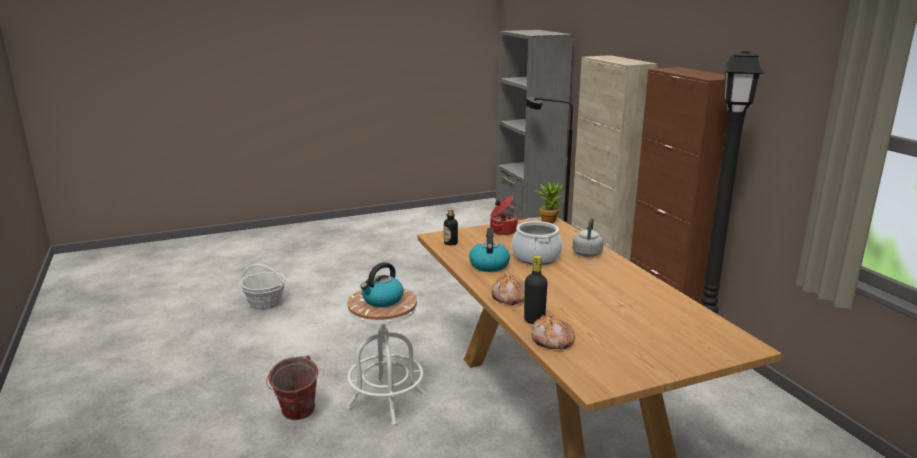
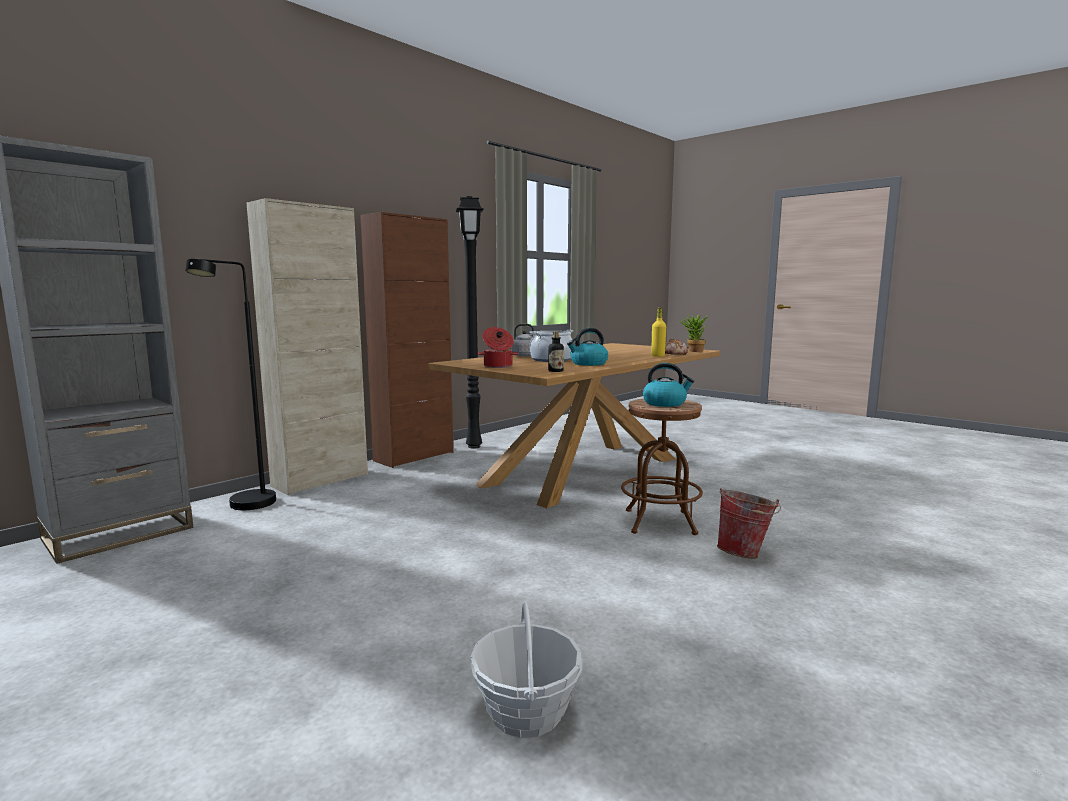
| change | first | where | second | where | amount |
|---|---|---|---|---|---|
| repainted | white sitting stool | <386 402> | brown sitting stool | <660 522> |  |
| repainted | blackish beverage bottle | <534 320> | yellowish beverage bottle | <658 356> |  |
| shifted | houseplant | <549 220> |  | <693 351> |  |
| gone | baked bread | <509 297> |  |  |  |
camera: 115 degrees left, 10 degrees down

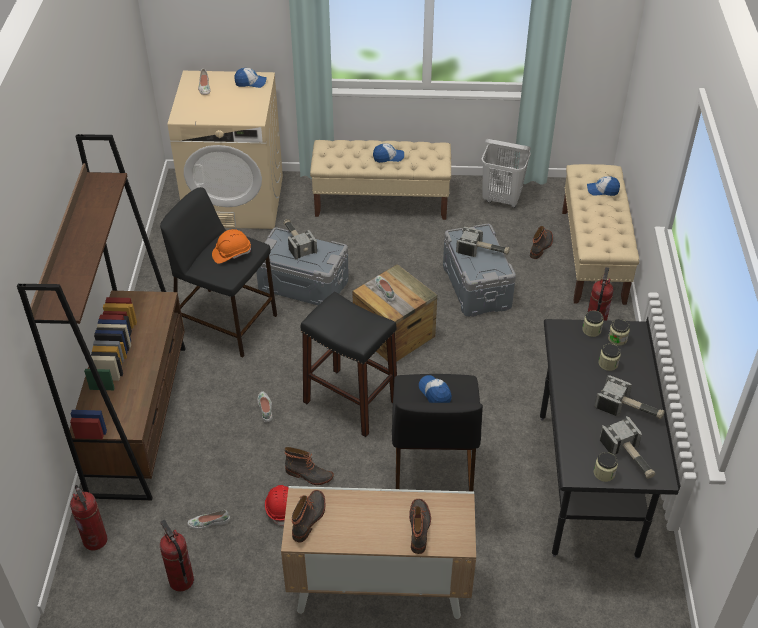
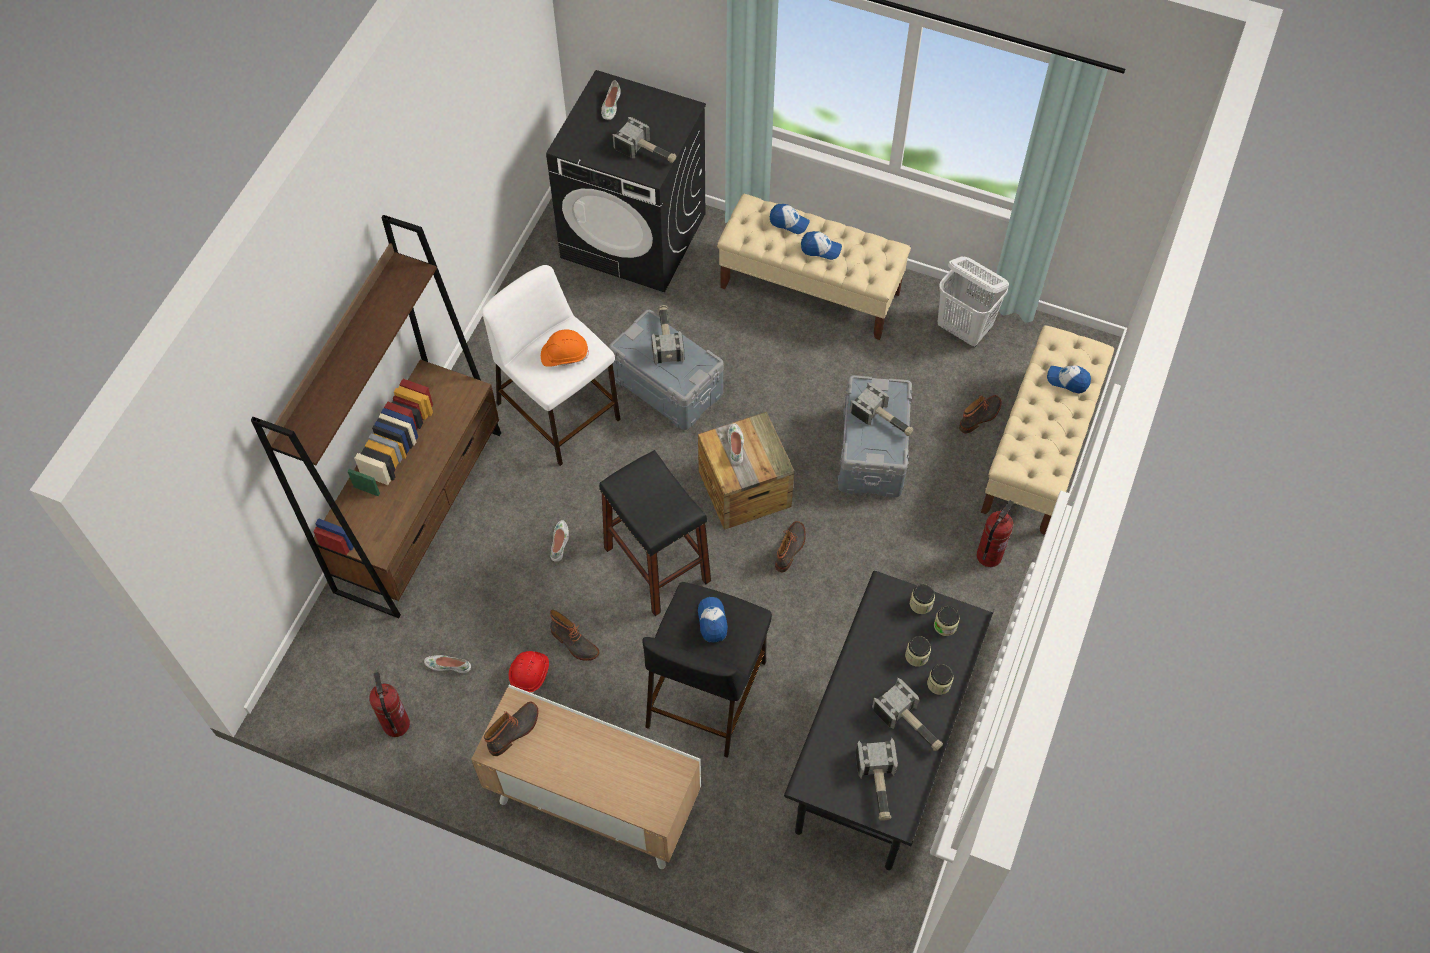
| change | first | where | second | where | amount |
|---|---|---|---|---|---|
| repainted | blackish sitting stool | <227 322> | white sitting stool | <559 412> |  |
| repainted | beige washing machine | <235 201> | blackish washing machine | <634 236> |  |
| new |  |  | tool hammer | <647 152> |  |
| shifted | cap | <250 82> |  | <789 222> |  |
| shifted | boot | <419 528> |  | <790 549> |  |
| shifted | preserve jar | <604 473> |  | <939 684> |  |
| gone | extinguisher | <96 540> |  |  |  |
camera: 20 degrees right, 15 degrees up

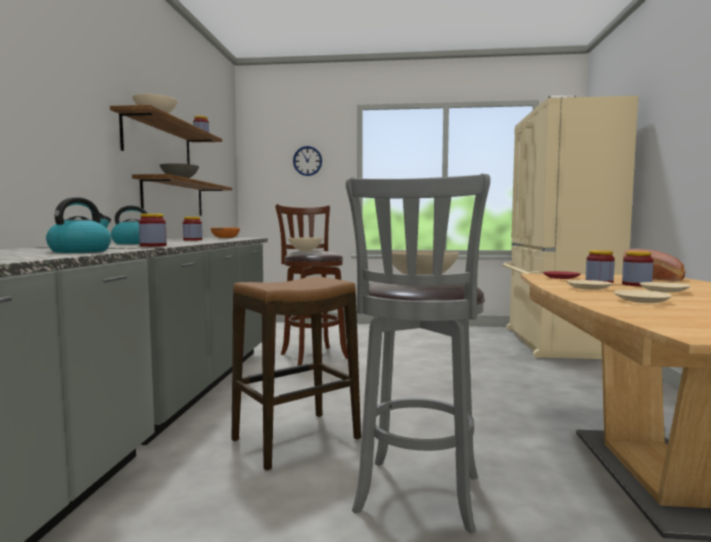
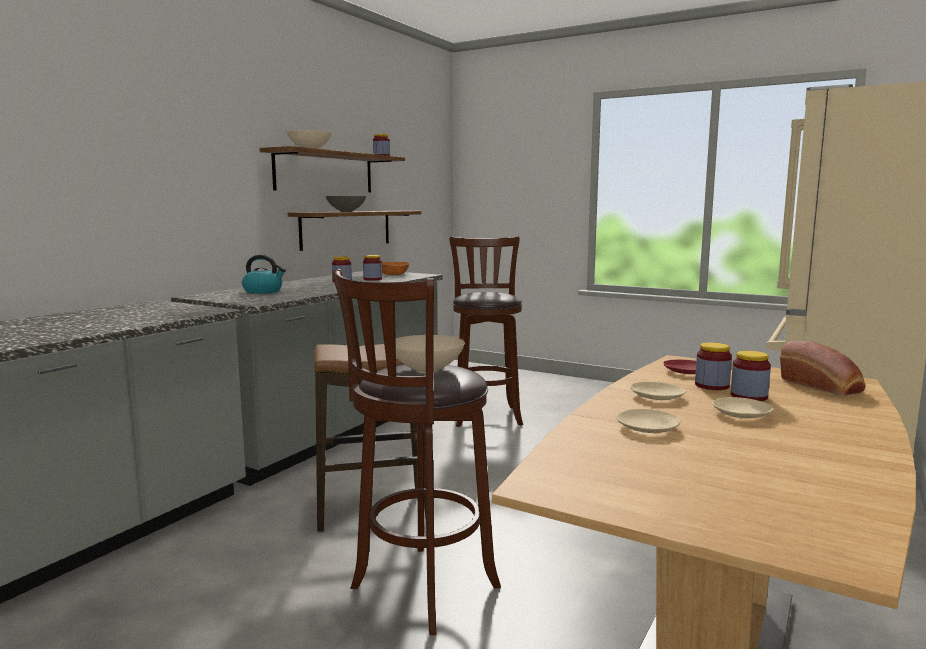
| change | first | where | second | where | amount |
|---|---|---|---|---|---|
| repainted | gray sitting stool | <417 498> | brown sitting stool | <420 590> |  |
| shifted | preserve jar | <153 246> |  | <372 279> |  |
| gone | tea kettle | <81 251> |  |  |  |
| gone | beige deep dish | <305 251> |  |  |  |
| gone | wall clock | <307 161> |  |  |  |
camera: 25 degrees right, 5 degrees up

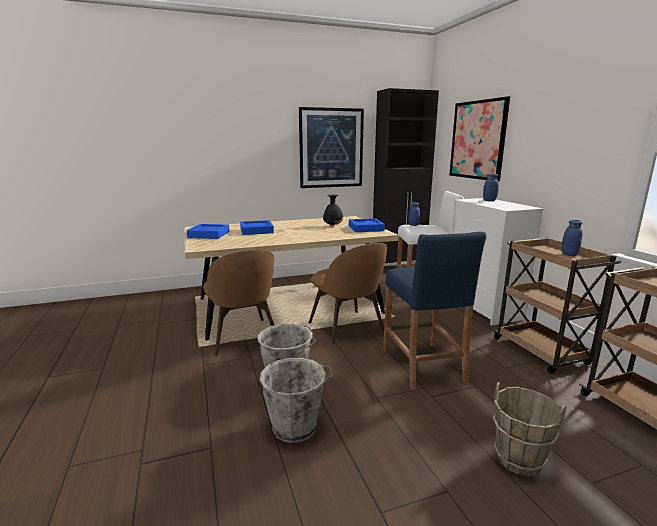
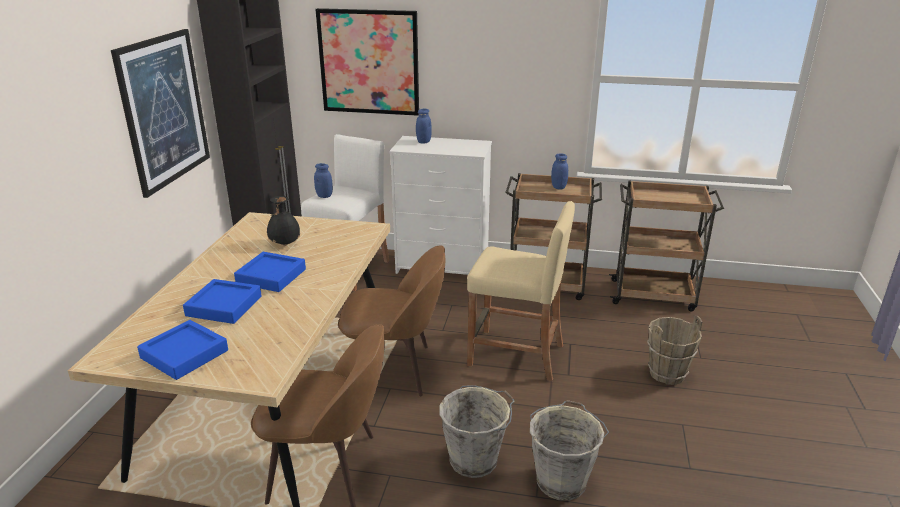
| change | first | where | second | where | amount |
|---|---|---|---|---|---|
| shifted | blue-coloured tray | <366 228> |  | <271 276> |  |
| repainted | blue-coloured sitting stool | <423 365> | beige sitting stool | <516 355> |  |
camera: 60 degrees left, 10 degrees up

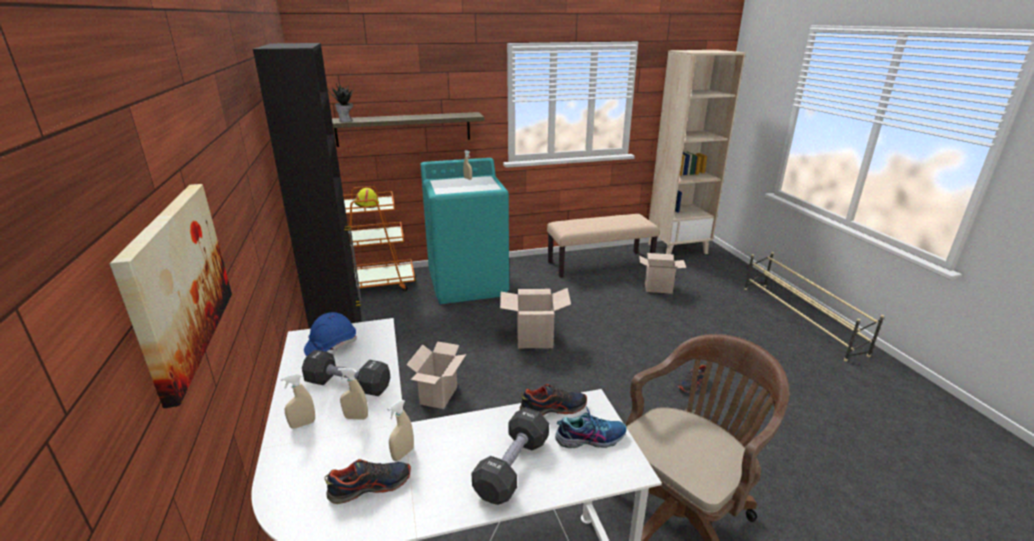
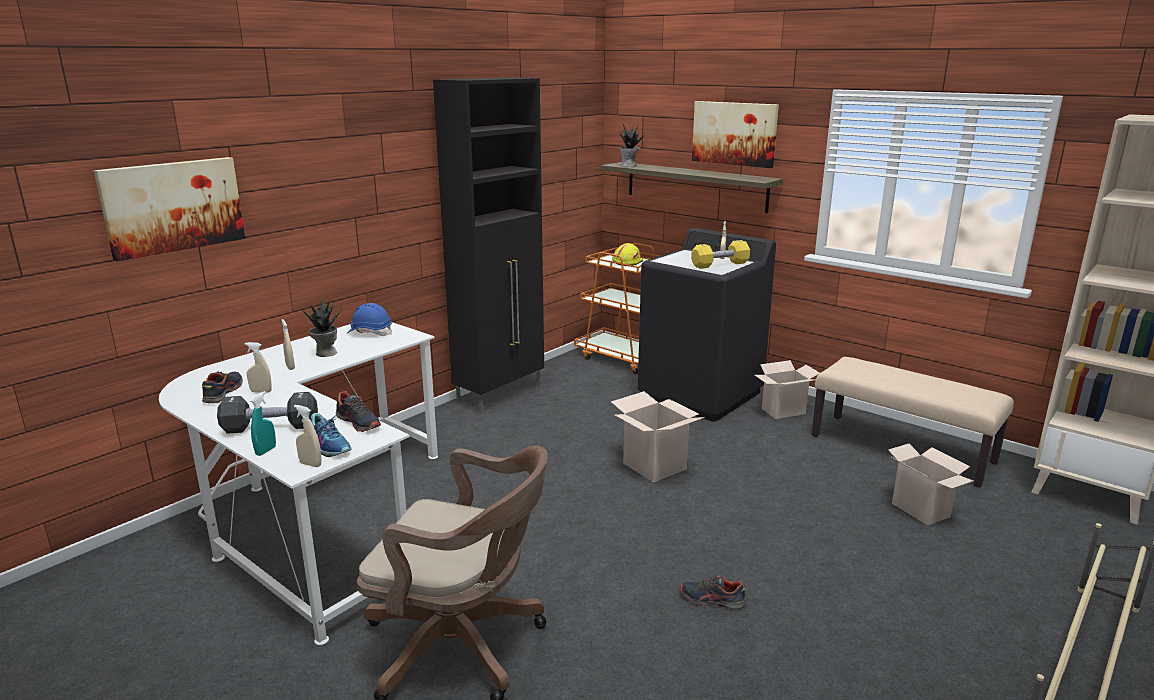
| change | first | where | second | where | amount |
|---|---|---|---|---|---|
| rotated | shoe | <370 486> |  | <222 393> | 120 degrees counterclockwise |
| new |  |  | blue-green hand sprayer | <266 451> |  |
| shifted | beige hand sprayer | <303 424> |  | <310 464> |  |
| swapped | blackish free weight | <348 385> | houseplant | <325 353> |  |
| repainted | blue-green washing machine | <468 284> | blackish washing machine | <700 395> |  |
| new |  |  | yellowish free weight | <720 265> |  |
| new |  |  | wall picture | <734 133> |  |
| shifted | packing box | <439 396> |  | <783 412> |  |
camera: 55 degrees right, 5 degrees down

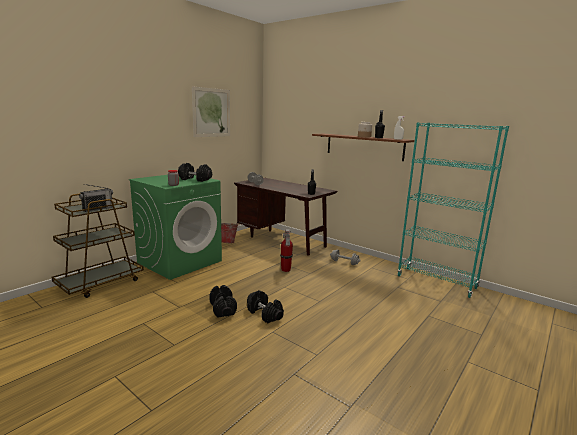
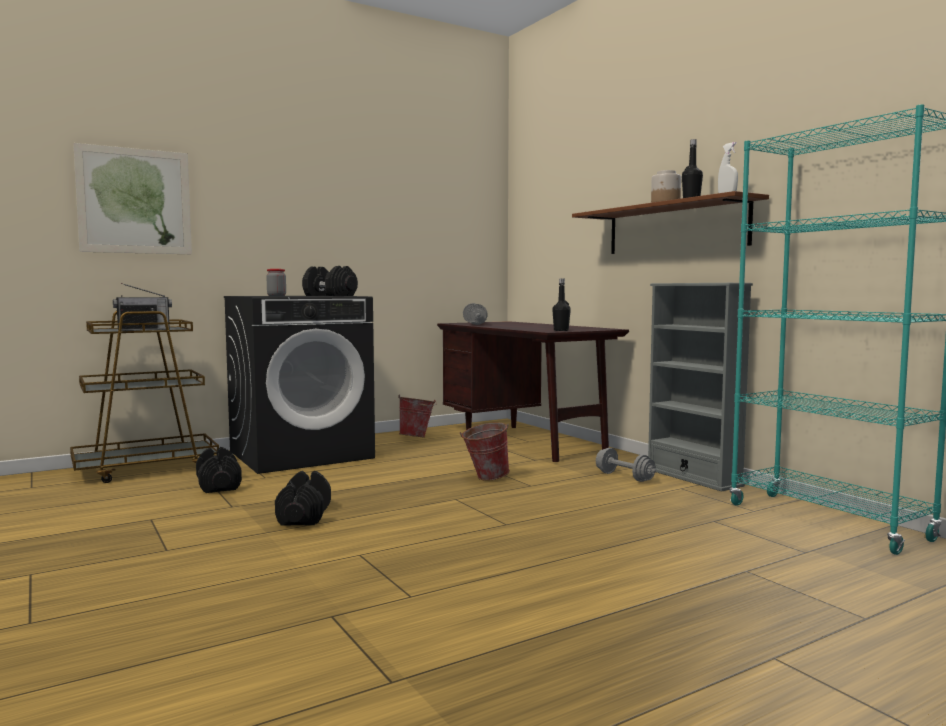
| change | first | where | second | where | amount |
|---|---|---|---|---|---|
| shifted | wall picture | <211 112> |  | <135 201> |  |
| shifted | blackish free weight | <265 314> |  | <219 485> |  |
| repainted | greenish washing machine | <180 261> | blackish washing machine | <301 454> |  |
| swapped | extinguisher | <286 270> | bucket | <485 478> |  |
| new |  |  | gray shelving unit | <693 477> |  |
camera: 20 degrees right, 10 degrees down

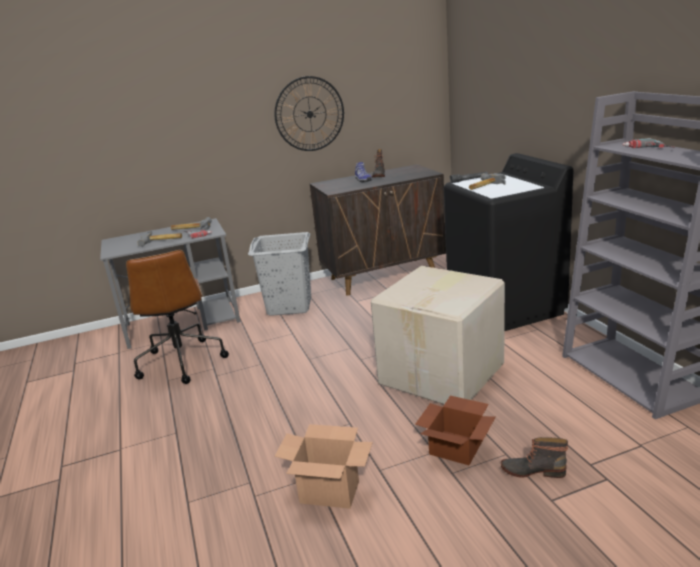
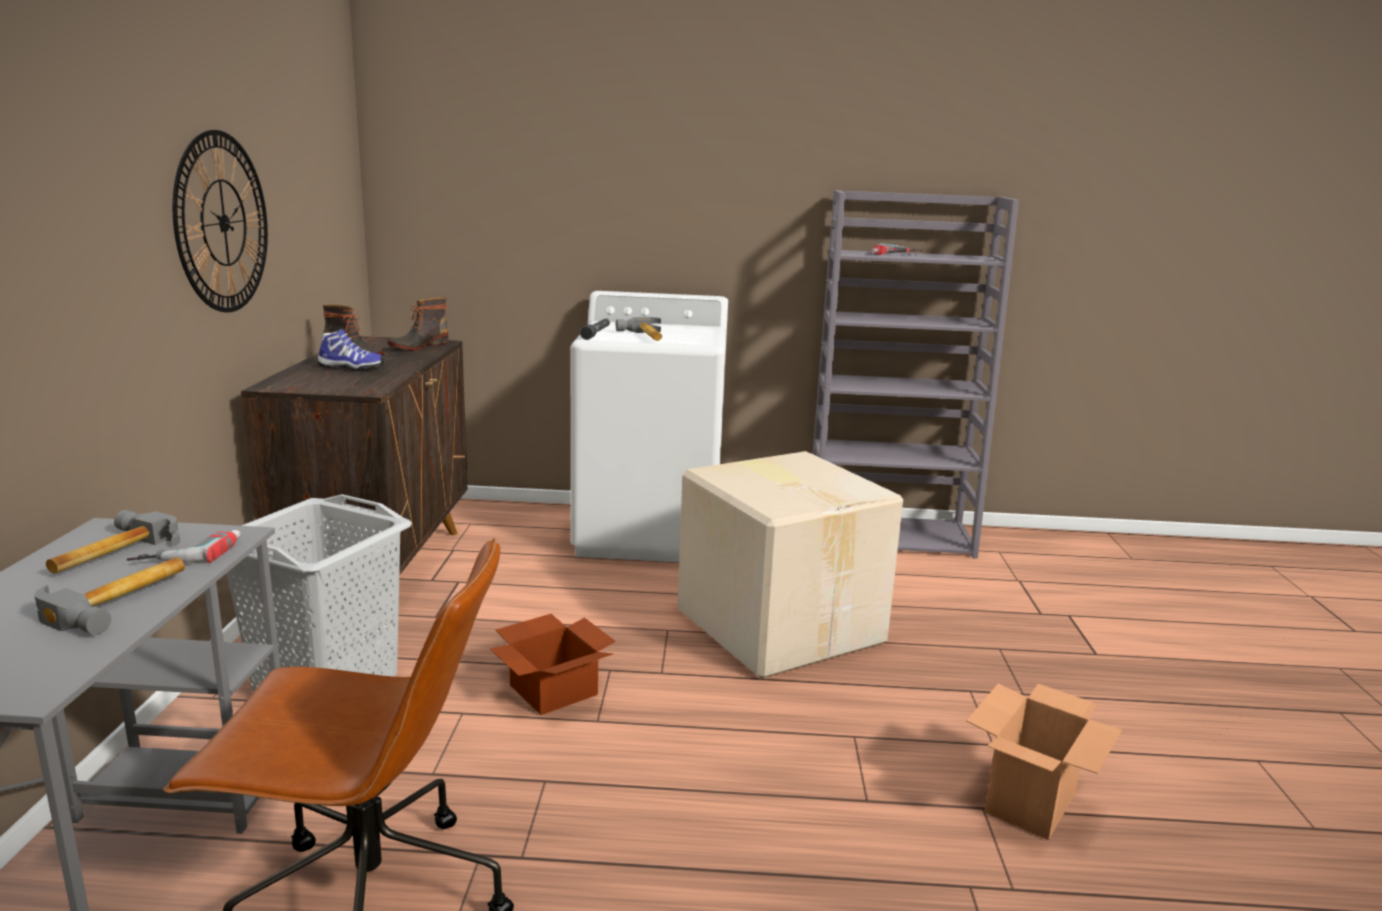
| change | first | where | second | where | amount |
|---|---|---|---|---|---|
| shifted | boot | <533 470> |  | <418 346> |  |
| shifted | packing box | <457 446> |  | <553 688> |  |
| repainted | blackish washing machine | <505 308> | white washing machine | <649 533> |  |
camera: 70 degrees left, 5 degrees down

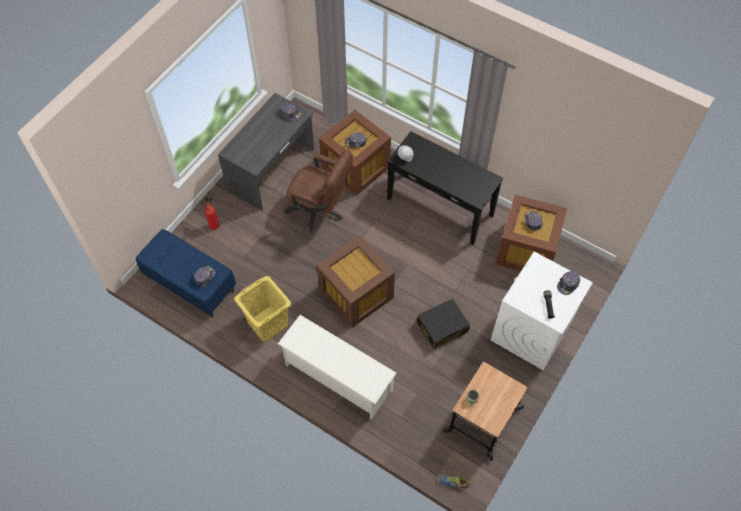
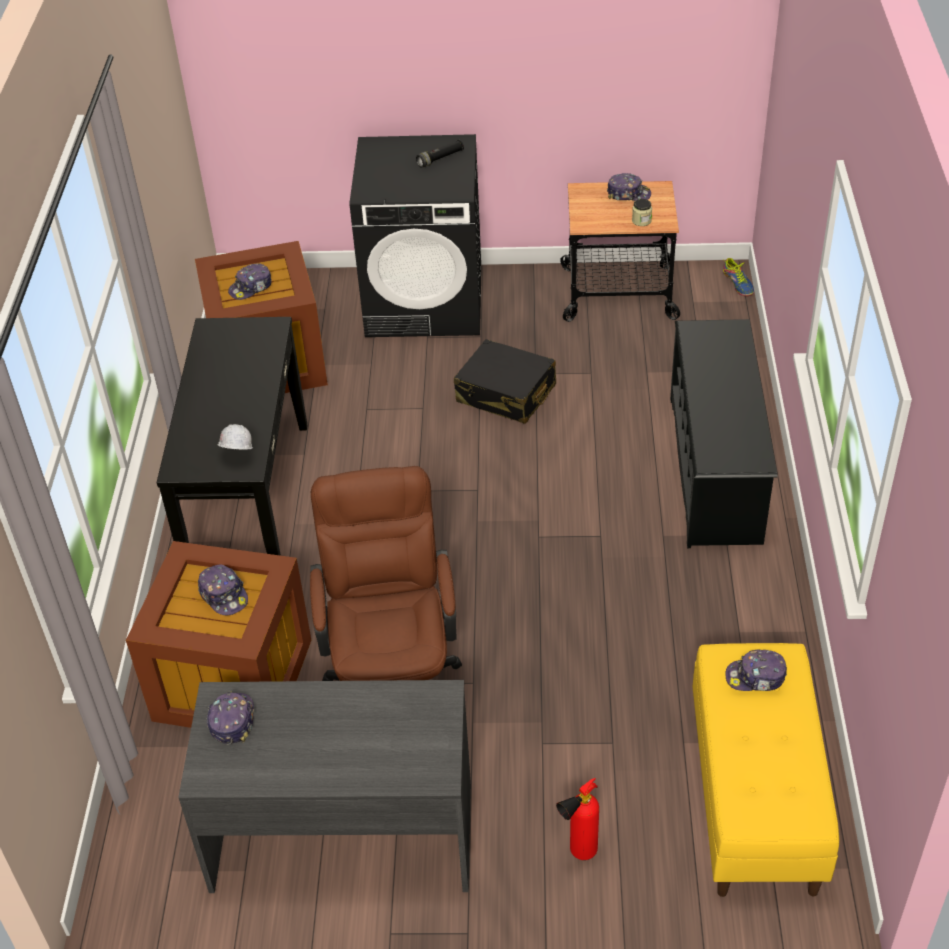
| change | first | where | second | where | amount |
|---|---|---|---|---|---|
| repainted | white washing machine | <531 331> | blackish washing machine | <425 302> |  |
| shifted | cap | <568 284> |  | <628 194> |  |
| repainted | white shoe rack | <338 377> | blackish shoe rack | <715 469> |  |
| repainted | blue-coloured long seat | <190 284> | yellowish long seat | <756 799> |  |
| gone | yellowish laundry basket | <267 324> |  |  |  |
| gone | brown storage box | <356 295> |  |  |  |
camera: 120 degrees left, 15 degrees down

